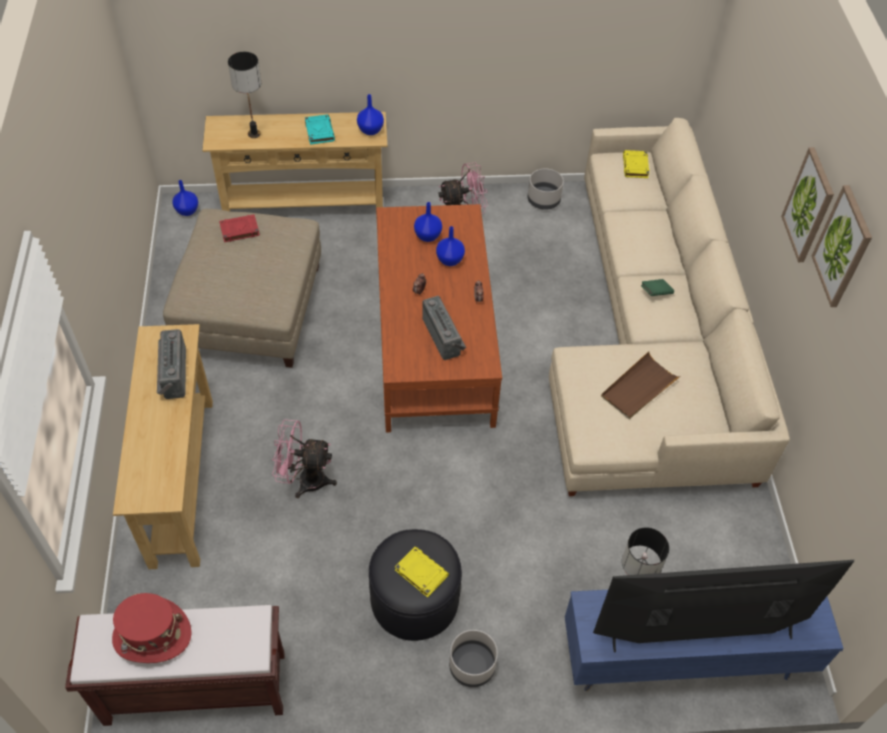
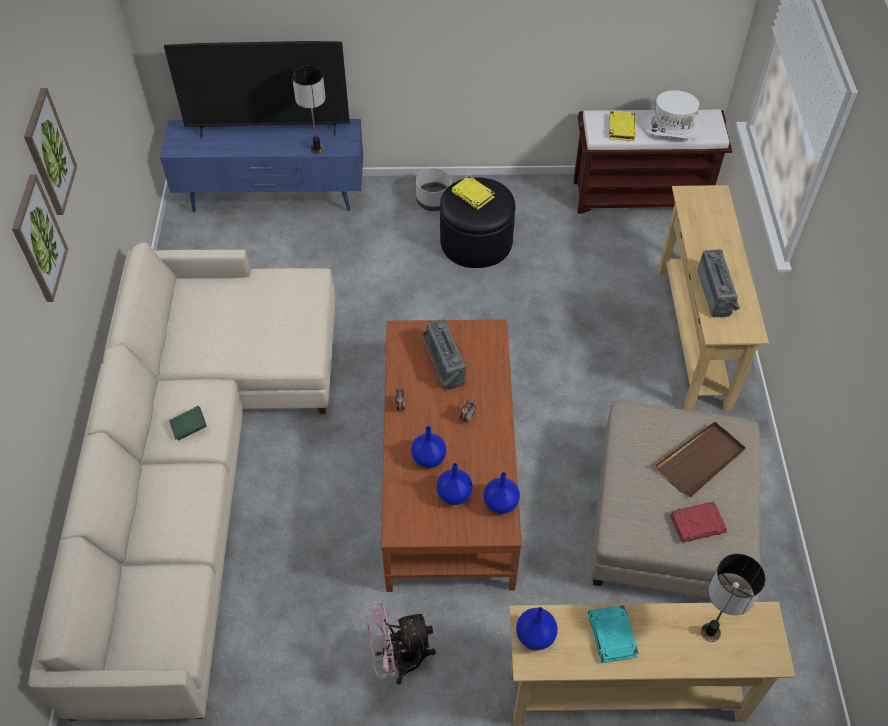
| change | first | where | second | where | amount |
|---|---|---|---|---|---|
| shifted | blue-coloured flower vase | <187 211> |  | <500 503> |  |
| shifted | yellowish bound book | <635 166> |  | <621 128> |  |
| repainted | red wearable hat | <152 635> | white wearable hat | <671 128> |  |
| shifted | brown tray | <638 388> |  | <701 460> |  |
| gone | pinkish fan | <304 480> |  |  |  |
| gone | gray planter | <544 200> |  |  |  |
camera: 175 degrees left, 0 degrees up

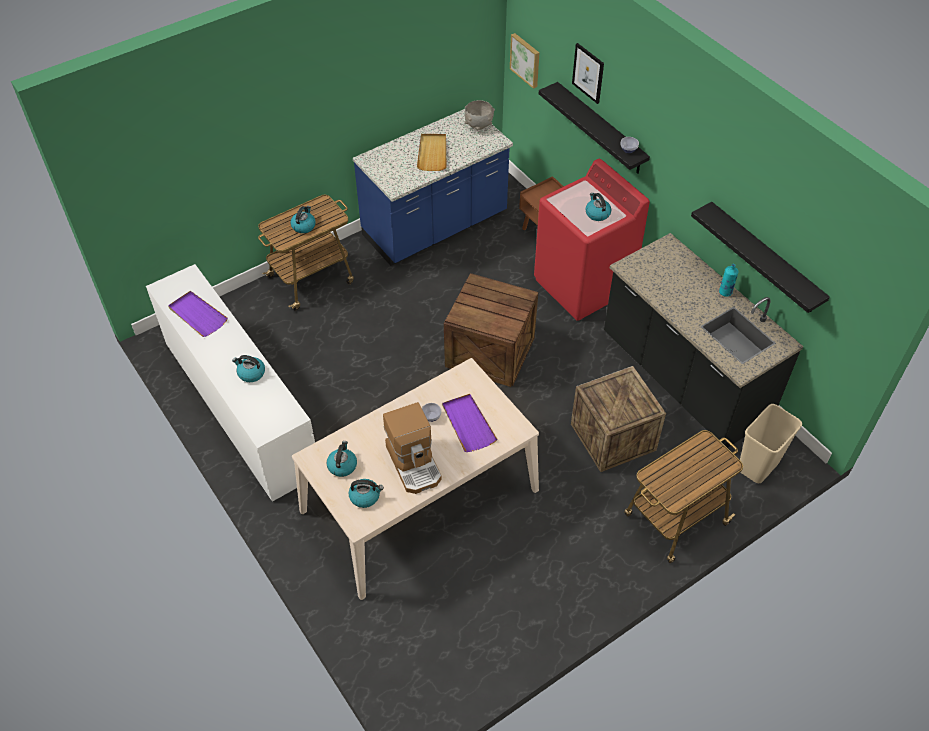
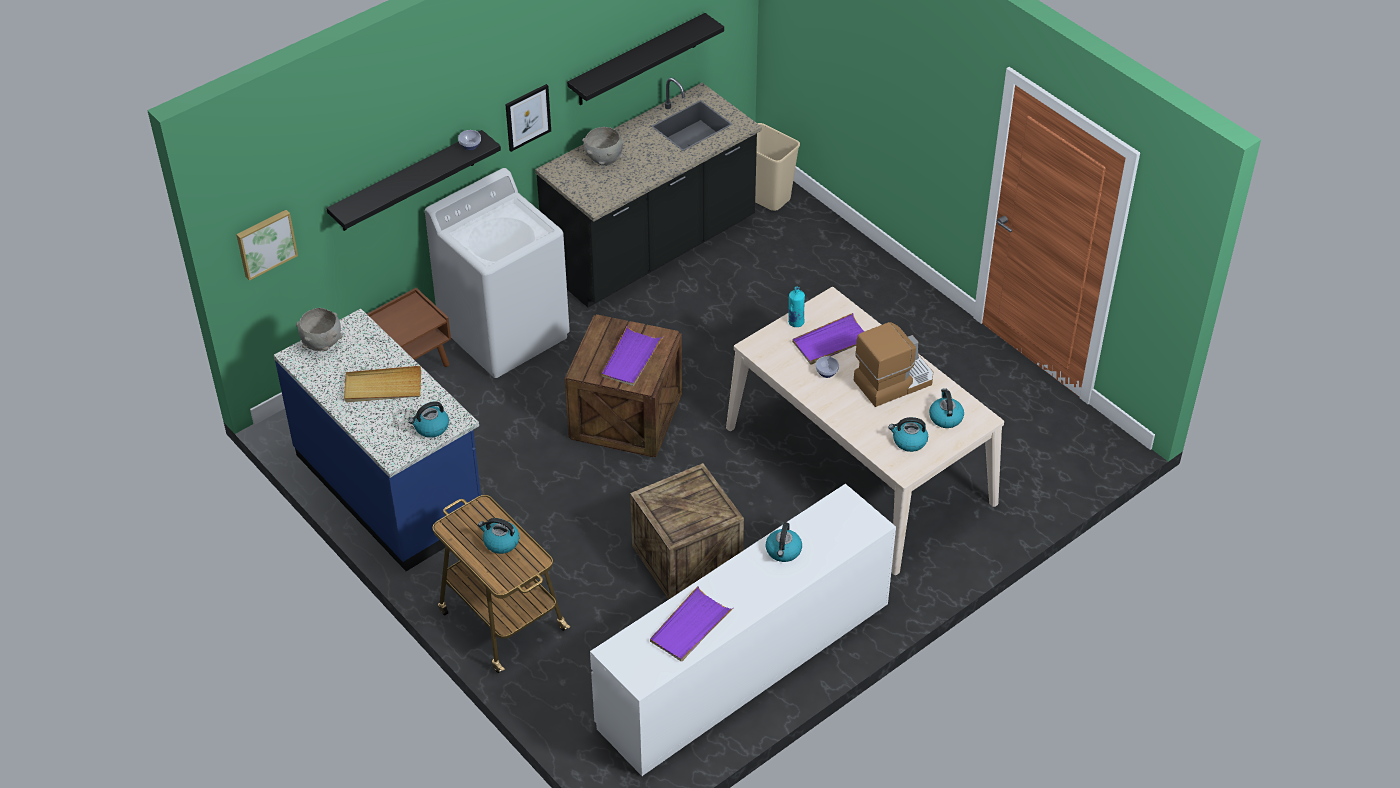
| change | first | where | second | where | amount |
|---|---|---|---|---|---|
| shifted | tea kettle | <597 213> |  | <431 427> |  |
| repainted | red washing machine | <583 285> | white washing machine | <505 332> |  |
| shifted | wall picture | <588 73> |  | <527 117> |  |
| new |  |  | gray deep dish | <604 160> |  |
| new |  |  | purple tray | <631 359> |  |
| shifted | packing crate | <613 437> |  | <687 558> |  |
| shifted | blue-green beverage bottle | <725 292> |  | <795 322> |  |
| gone | cart | <674 520> |  |  |  |
camera: 95 degrees left, 5 degrees down

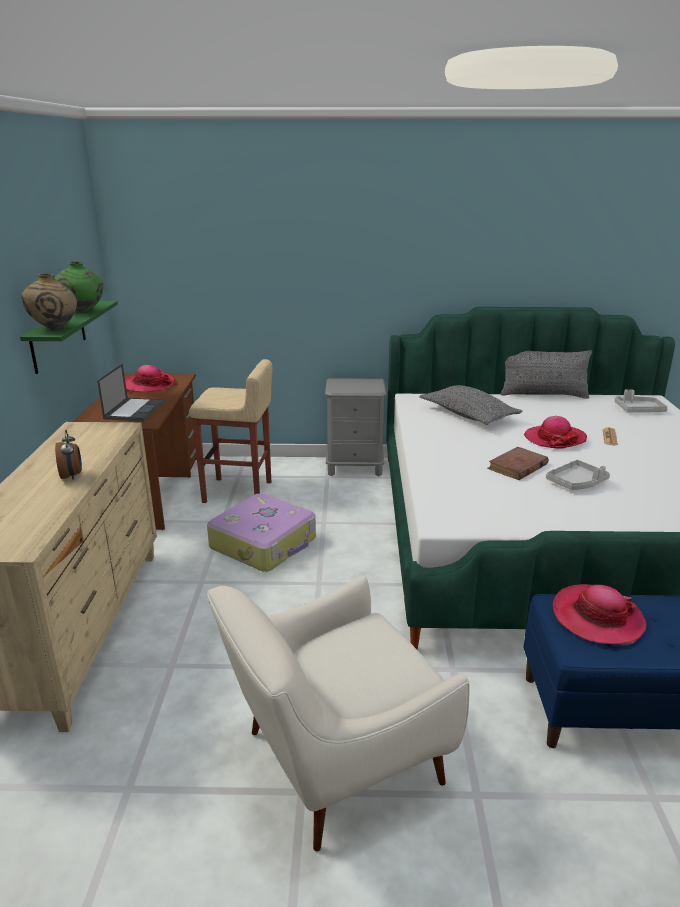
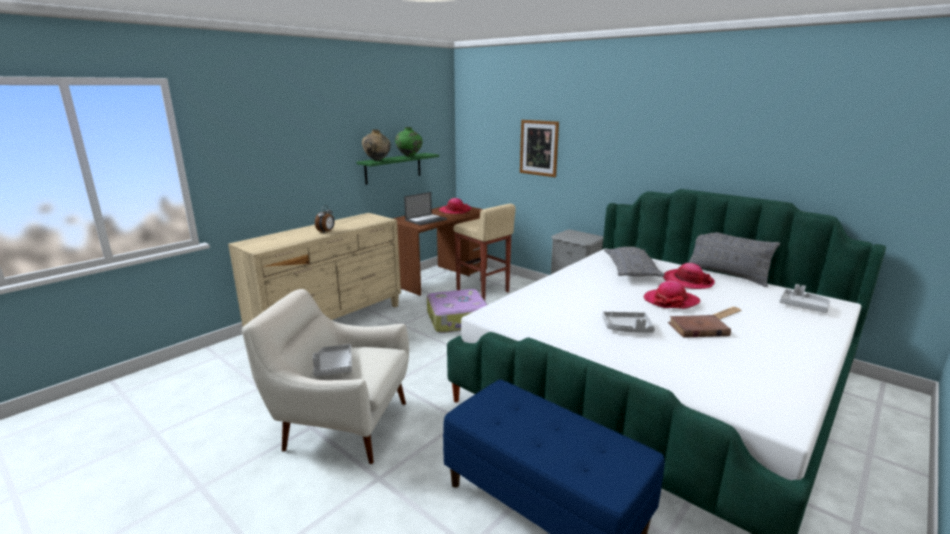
| change | first | where | second | where | amount |
|---|---|---|---|---|---|
| new |  |  | gray tray | <333 366> |  |
| new |  |  | wall picture | <539 148> |  |
| shifted | wearable hat | <597 617> |  | <687 281> |  |
| shifted | brown bound book | <517 467> |  | <698 329> |  |
camera: 40 degrees right, 5 degrees down

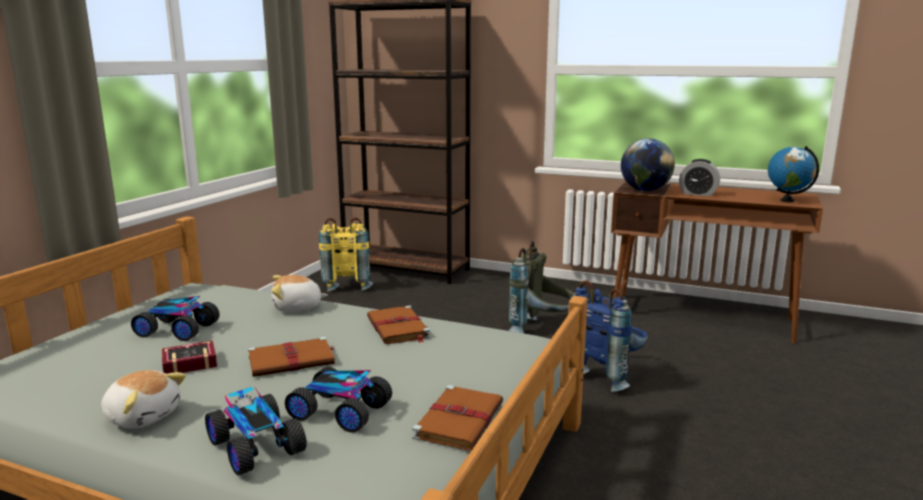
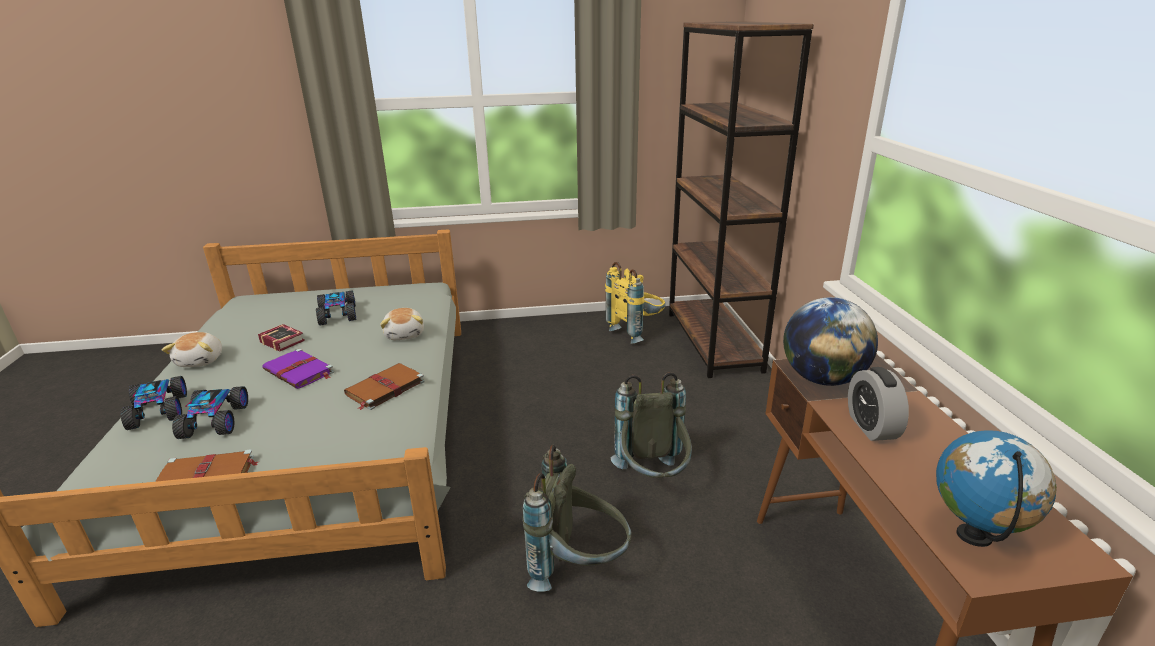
| change | first | where | second | where | amount |
|---|---|---|---|---|---|
| rotated | miniature car | <254 447> |  | <160 411> | 135 degrees clockwise |
| repainted | brown bound book | <293 360> | purple bound book | <299 371> |  |
| rotated | cuddly toy | <297 307> |  | <405 334> | 150 degrees counterclockwise |
| repainted | blue-coloured knapsack | <608 374> | gray knapsack | <578 567> |  |
camera: 60 degrees right, 10 degrees up

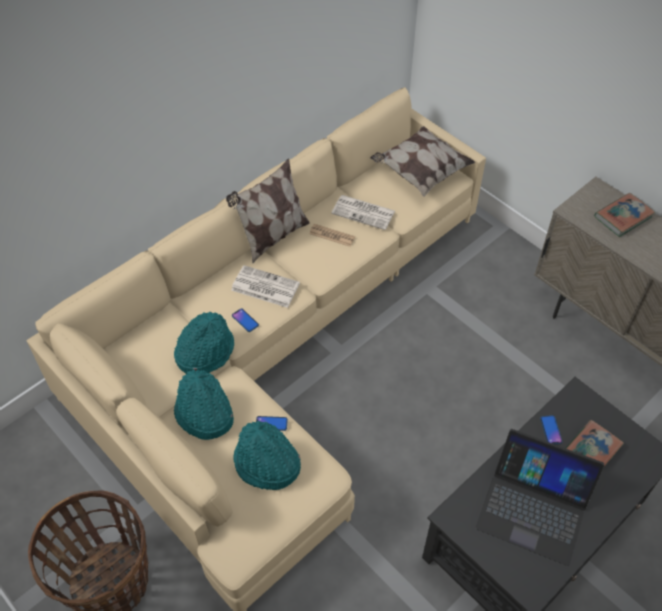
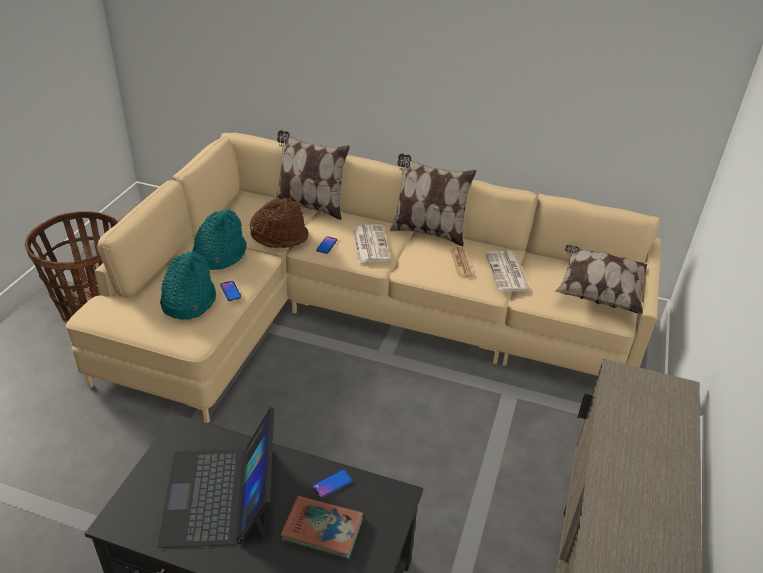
| change | first | where | second | where | amount |
|---|---|---|---|---|---|
| repainted | blue-green wearable hat | <205 352> | brown wearable hat | <280 236> |  |
| new |  |  | pillow | <310 206> |  |
| gone | bound book | <623 217> |  |  |  |
camera: 60 degrees right, 15 degrees down

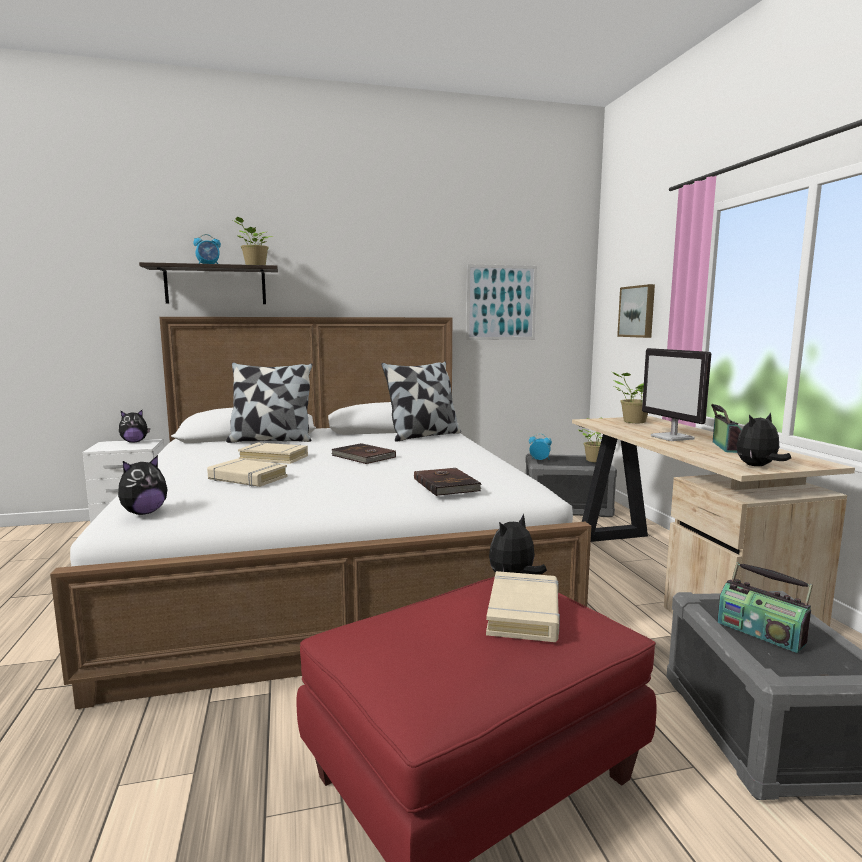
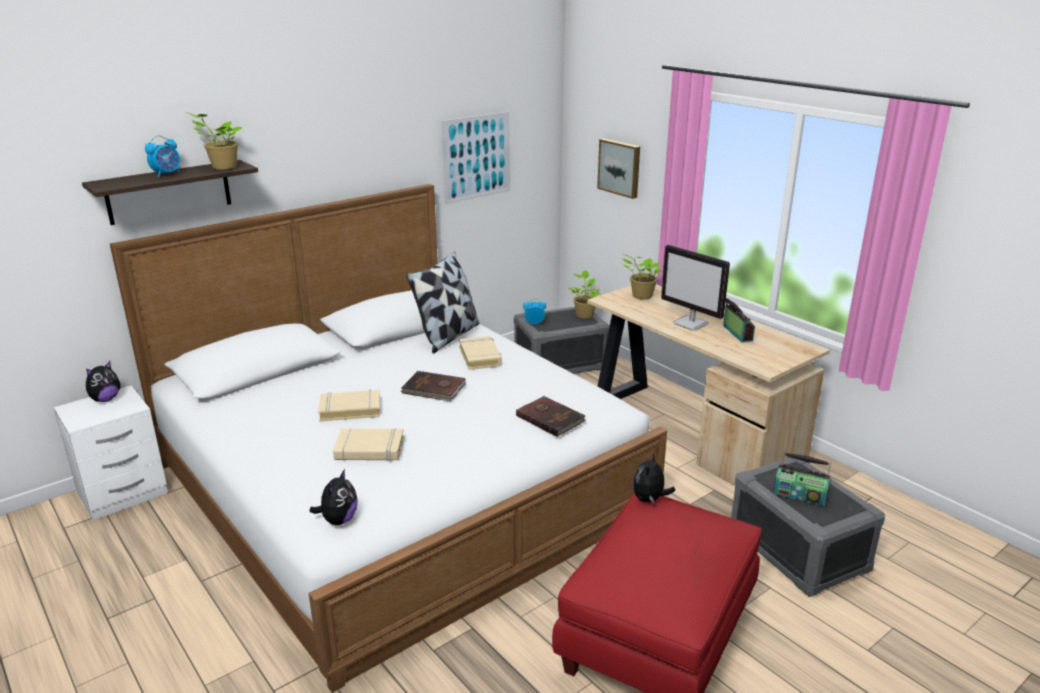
| change | first | where | second | where | amount |
|---|---|---|---|---|---|
| shifted | beige bound book | <524 613> |  | <480 356> |  |
| gone | pillow | <271 440> |  |  |  |
| gone | cuddly toy | <758 466> |  |  |  |
camera: 25 degrees left, 15 degrees up

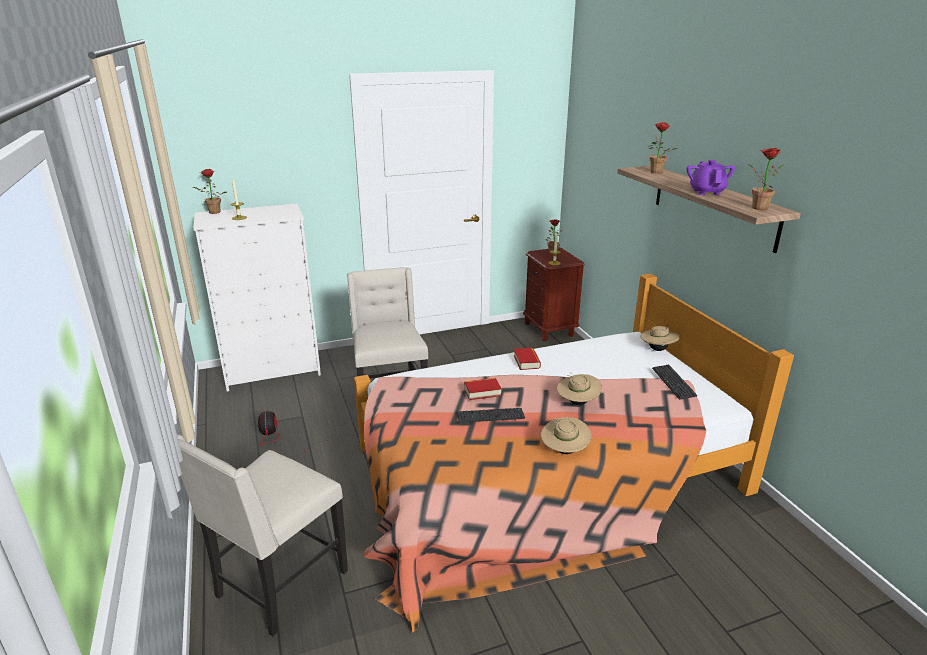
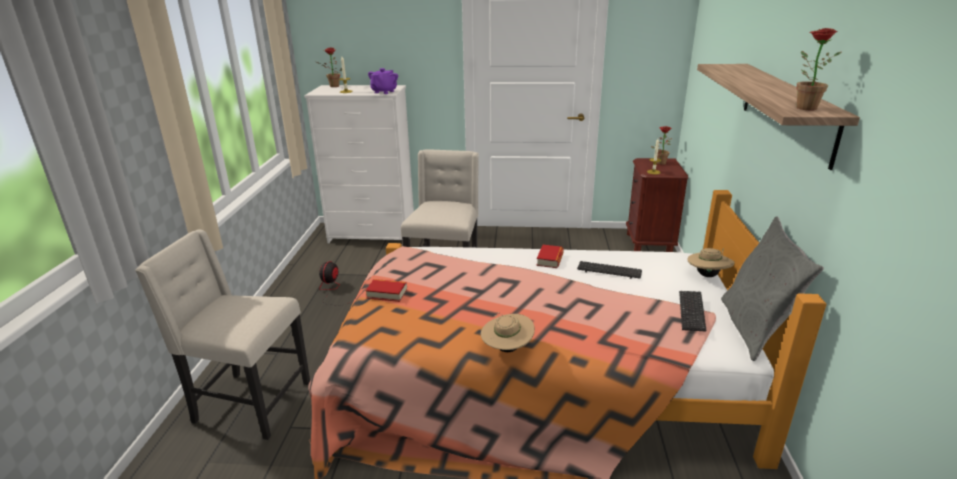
| change | first | where | second | where | amount |
|---|---|---|---|---|---|
| rotated | beige plain chair | <279 585> |  | <250 403> | 45 degrees clockwise |
| shifted | bound book | <482 392> |  | <387 293> |  |
| shifted | purple pot for tea | <706 192> |  | <384 92> |  |
| shifted | computer keyboard | <490 416> |  | <609 271> |  |
| new |  |  | gray pillow | <755 329> |  |
| gone | beige wearable hat | <577 402> |  |  |  |
| gone | houseplant | <656 172> |  |  |  |
camera: 25 degrees right, 0 degrees up

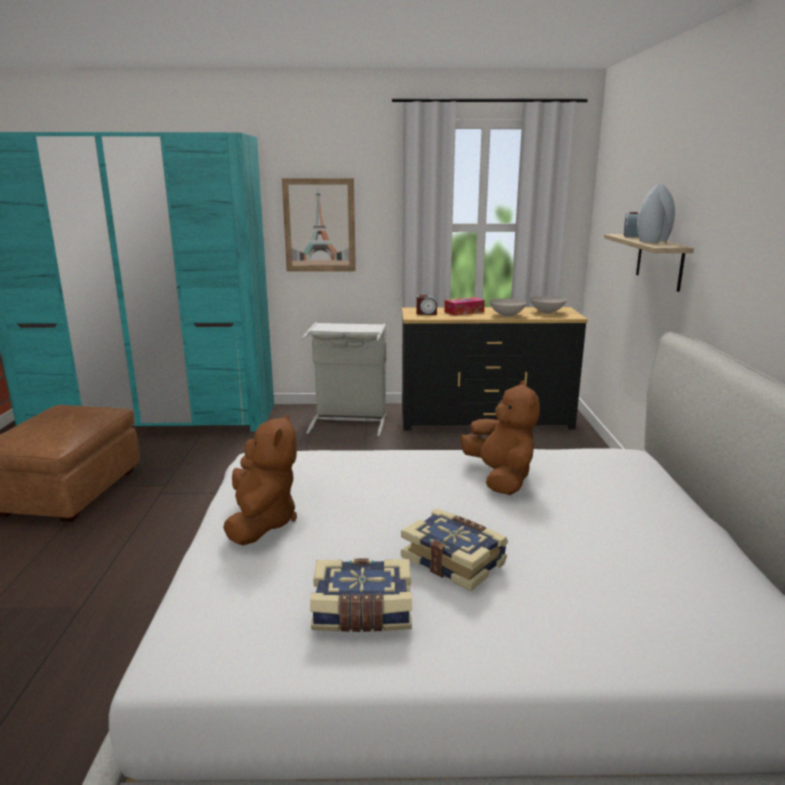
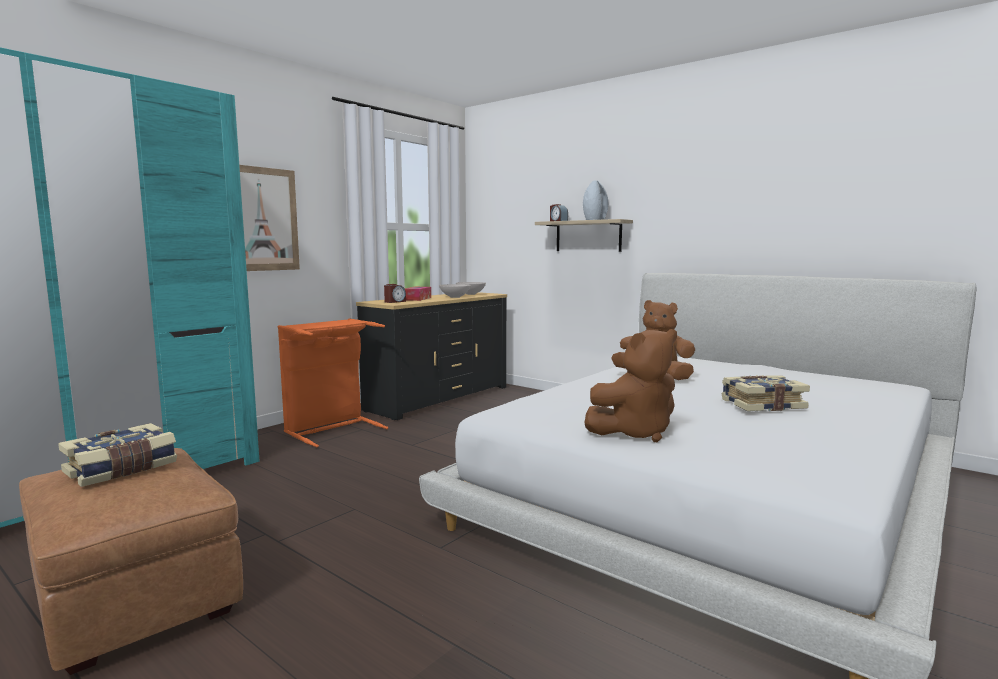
| change | first | where | second | where | amount |
|---|---|---|---|---|---|
| shifted | bound book | <362 612> |  | <122 469> |  |
| repainted | gray laundry basket | <349 421> | orange laundry basket | <331 429> |  |
| rotated | brown cuddly toy | <262 522> |  | <635 432> | 120 degrees clockwise |
camera: 50 degrees left, 10 degrees down

